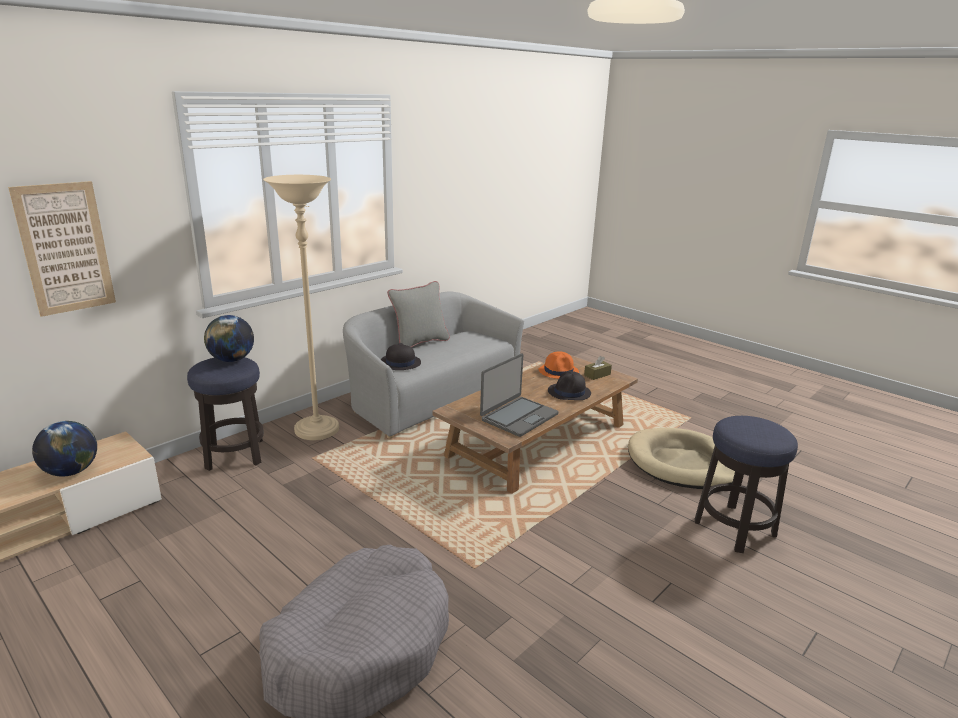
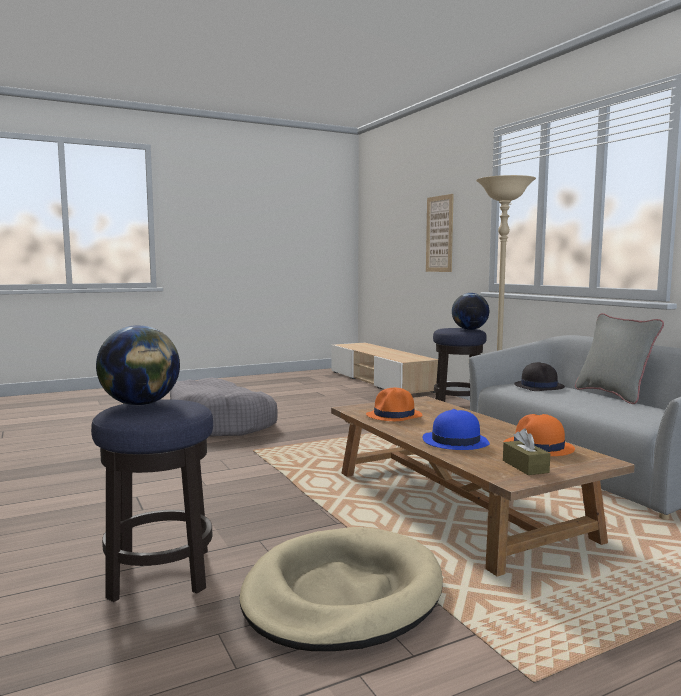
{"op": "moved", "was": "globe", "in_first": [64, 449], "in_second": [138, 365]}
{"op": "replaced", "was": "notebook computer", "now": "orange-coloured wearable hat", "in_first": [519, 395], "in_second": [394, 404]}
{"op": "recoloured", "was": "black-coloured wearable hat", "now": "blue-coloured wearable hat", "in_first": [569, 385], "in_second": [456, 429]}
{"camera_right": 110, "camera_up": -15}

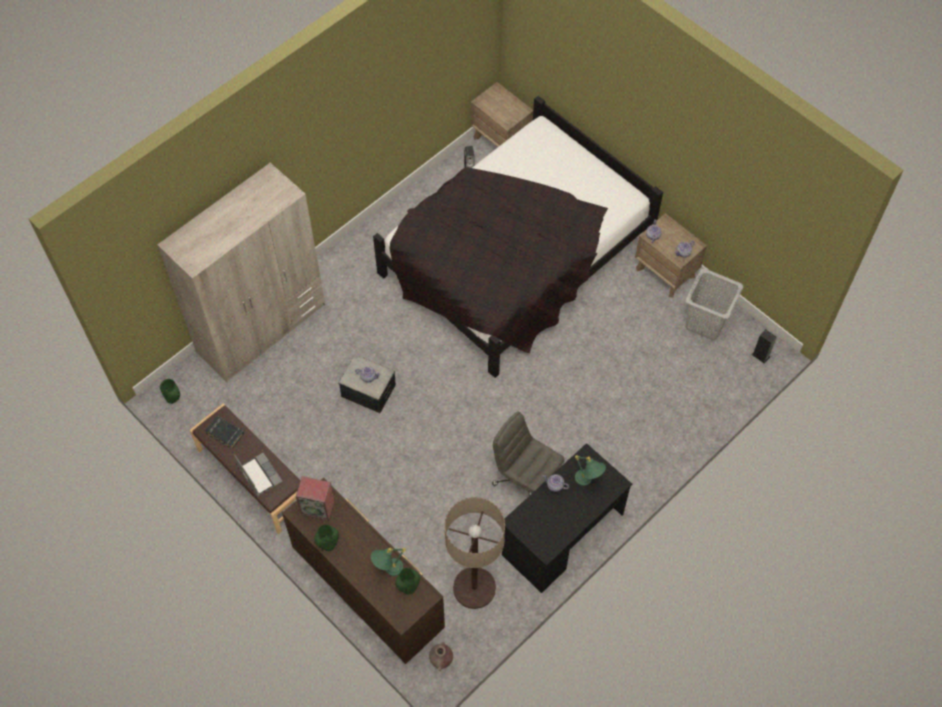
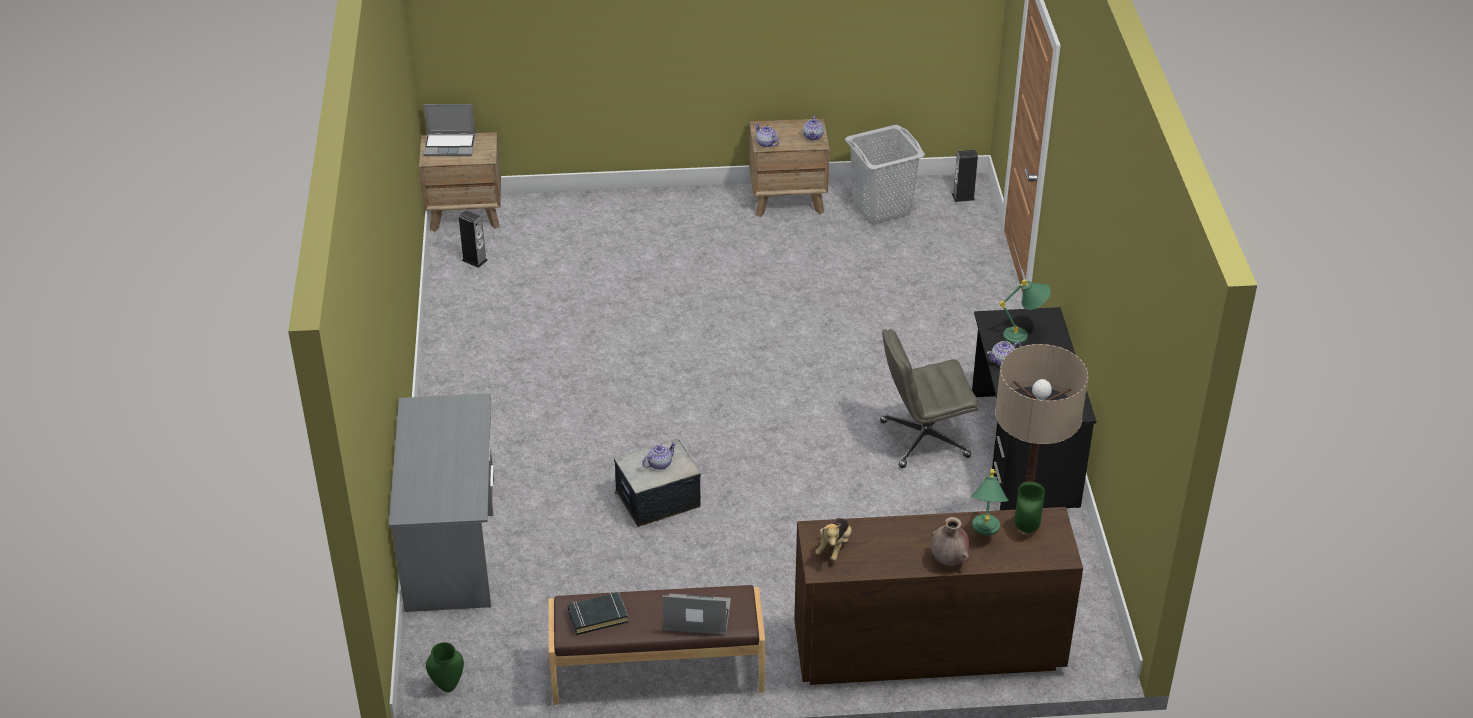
{"op": "replaced", "was": "beige clothes cupboard", "now": "greyish desk unit", "in_first": [241, 273], "in_second": [441, 502]}
{"op": "replaced", "was": "audio speaker", "now": "soft toy", "in_first": [315, 498], "in_second": [833, 539]}
{"op": "removed", "was": "greenish flower vase", "in_first": [326, 537]}
{"op": "removed", "was": "black-coloured sleeping bed", "in_first": [518, 237]}
{"op": "moved", "was": "brownish flower vase", "in_first": [441, 656], "in_second": [950, 541]}
{"op": "added", "now": "notebook computer", "in_second": [449, 130]}
{"camera_right": -50, "camera_up": -20}

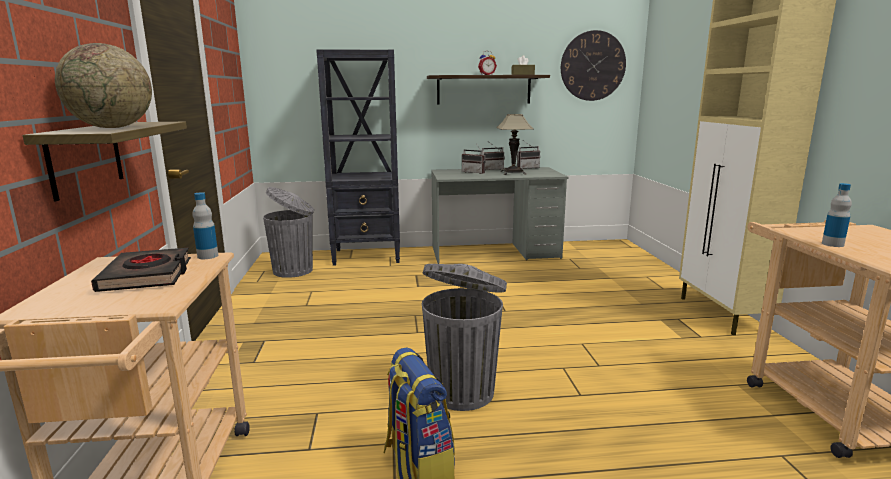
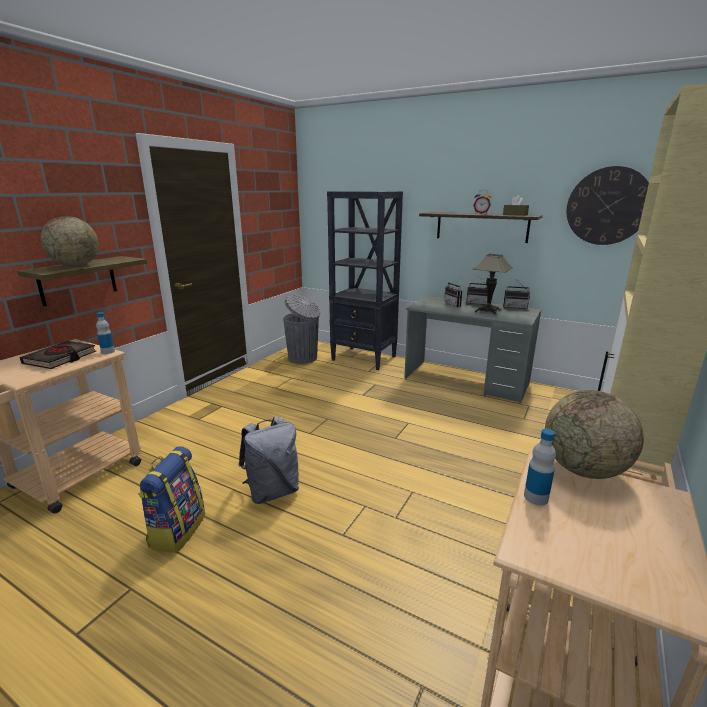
{"op": "replaced", "was": "greyish waste bin", "now": "greyish backpack", "in_first": [464, 337], "in_second": [269, 460]}
{"op": "added", "now": "globe", "in_second": [594, 434]}
{"camera_right": 35, "camera_up": 5}

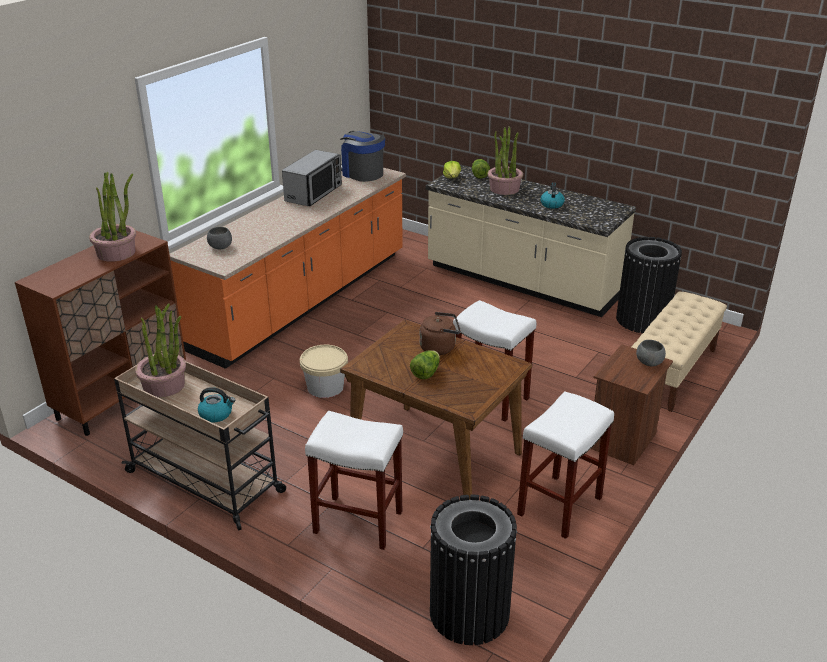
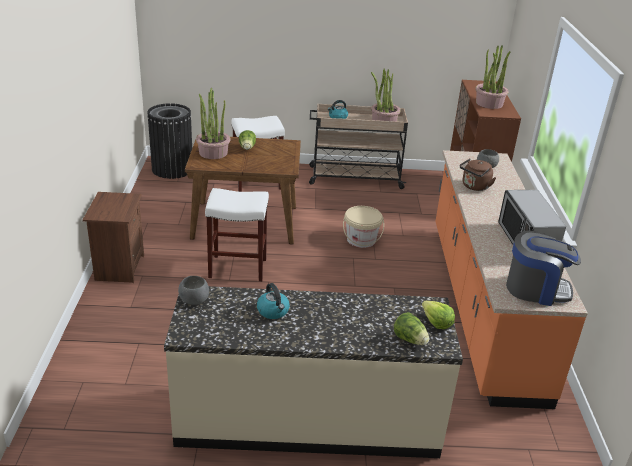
{"op": "moved", "was": "brownish tea kettle", "in_first": [440, 333], "in_second": [478, 174]}
{"op": "moved", "was": "plant in a pot", "in_first": [505, 160], "in_second": [213, 123]}
{"op": "removed", "was": "white-coloured stool seat", "in_first": [565, 465]}
{"op": "removed", "was": "black-coloured waste bin", "in_first": [649, 285]}
{"op": "removed", "was": "beige bench", "in_first": [679, 352]}
{"op": "moved", "was": "greyish serving bowl", "in_first": [651, 353], "in_second": [193, 290]}
{"camera_right": 145, "camera_up": 0}

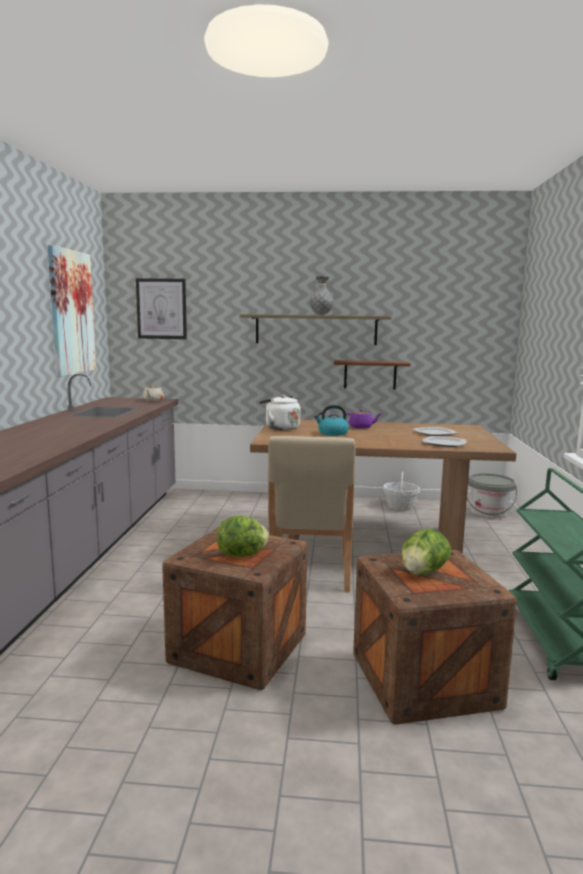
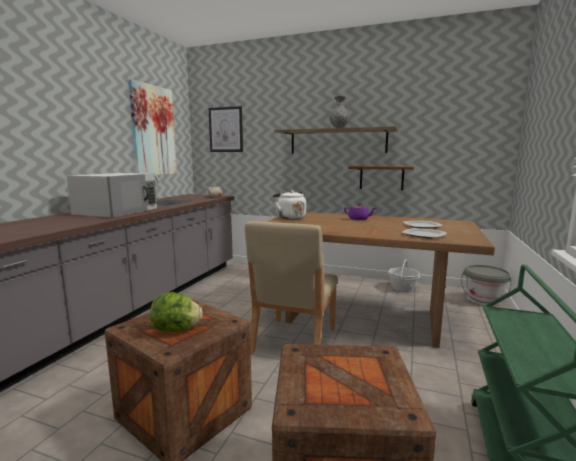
{"op": "removed", "was": "tea kettle", "in_first": [331, 420]}
{"op": "removed", "was": "lettuce", "in_first": [426, 552]}
{"op": "added", "now": "white-coloured microwave oven", "in_second": [112, 195]}
{"camera_right": 15, "camera_up": 0}

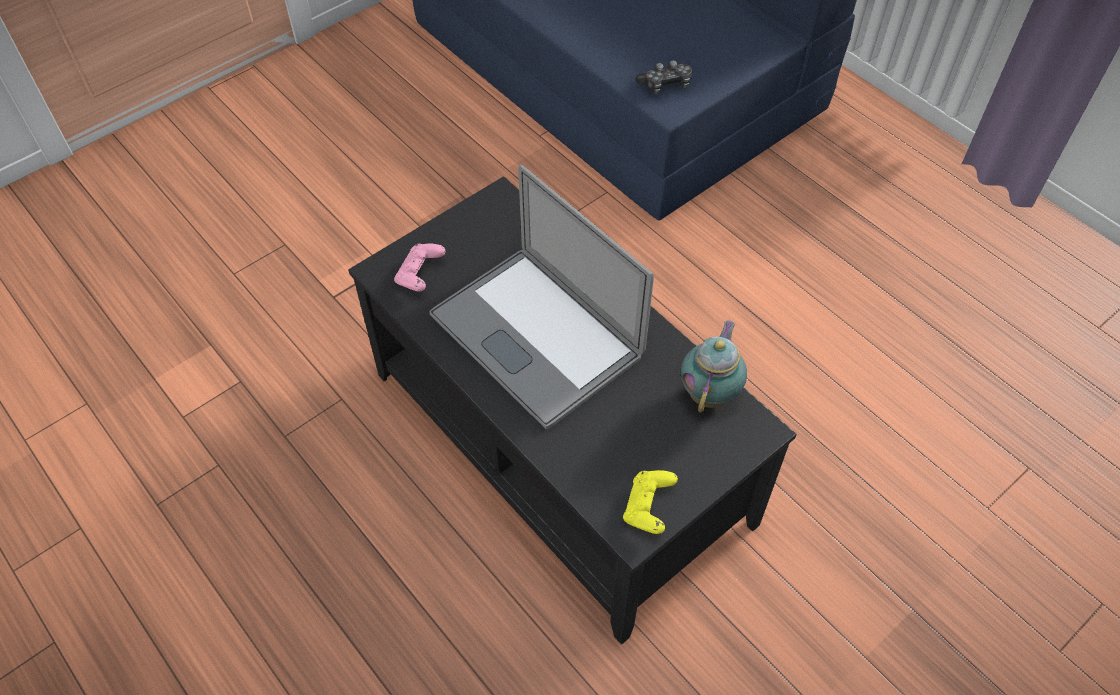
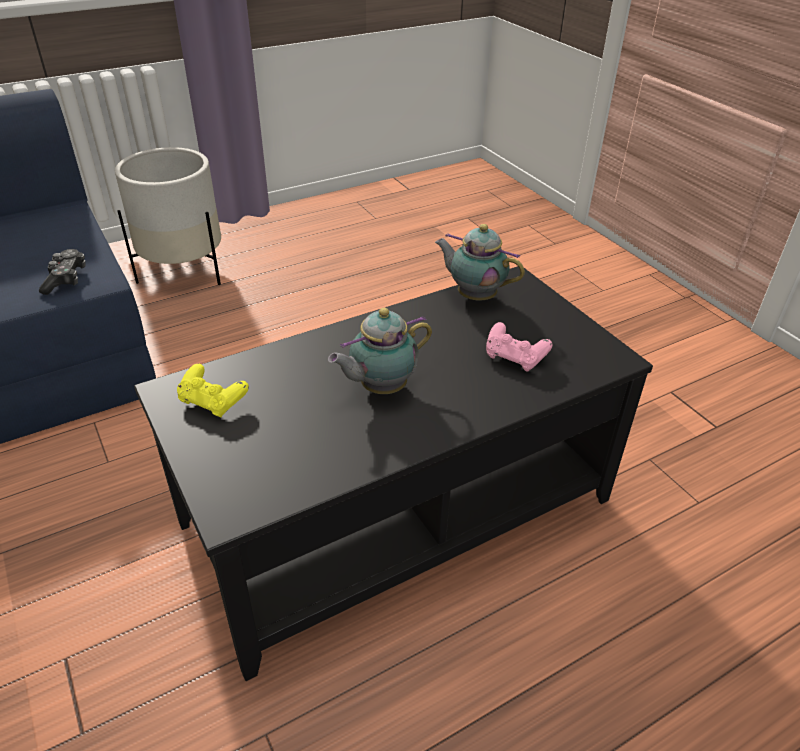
{"op": "moved", "was": "pink joypad", "in_first": [419, 268], "in_second": [519, 347]}
{"op": "replaced", "was": "notebook computer", "now": "tea pot", "in_first": [541, 296], "in_second": [380, 351]}
{"op": "moved", "was": "yellowish joypad", "in_first": [650, 502], "in_second": [213, 390]}
{"op": "added", "now": "white-coloured plant pot", "in_second": [168, 216]}
{"camera_right": -80, "camera_up": -15}

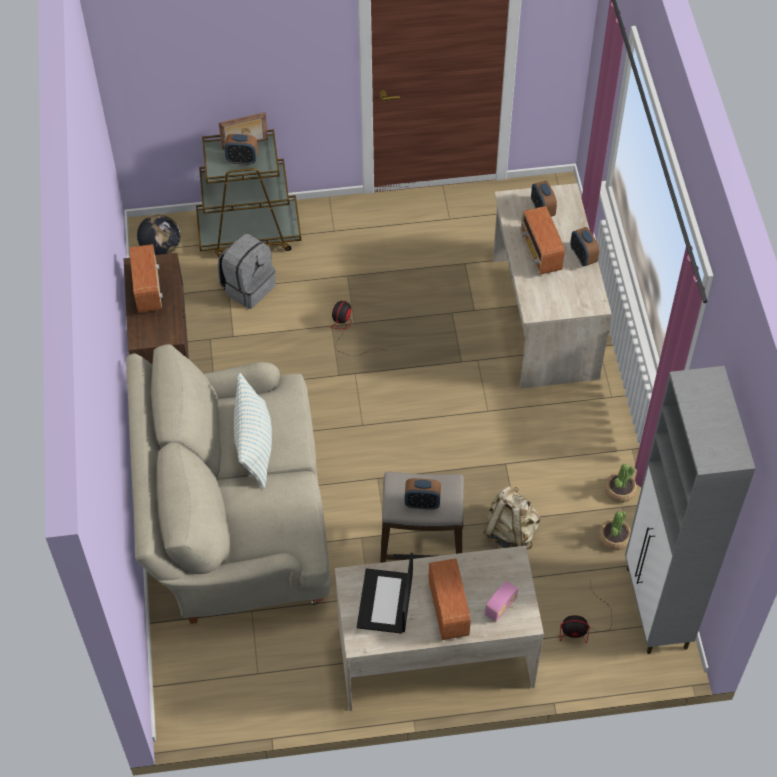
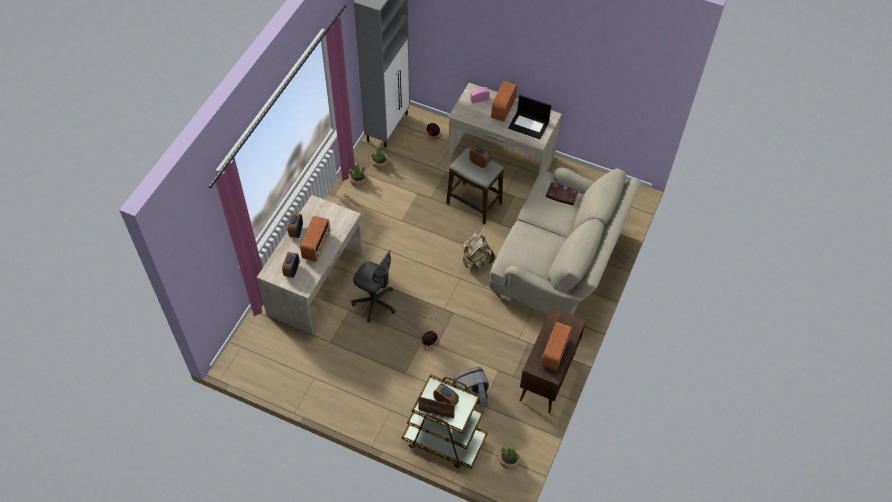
{"op": "replaced", "was": "globe", "now": "plant in a pot", "in_first": [158, 234], "in_second": [509, 457]}
{"op": "removed", "was": "throw pillow", "in_first": [253, 430]}
{"op": "turned", "was": "notebook computer", "in_first": [385, 593], "in_second": [529, 117], "clockwise": 75}
{"op": "moved", "was": "beige backpack", "in_first": [512, 518], "in_second": [479, 251]}
{"op": "added", "now": "greyish desk chair", "in_second": [373, 286]}
{"op": "added", "now": "bound book", "in_second": [562, 194]}
{"camera_right": -150, "camera_up": 0}

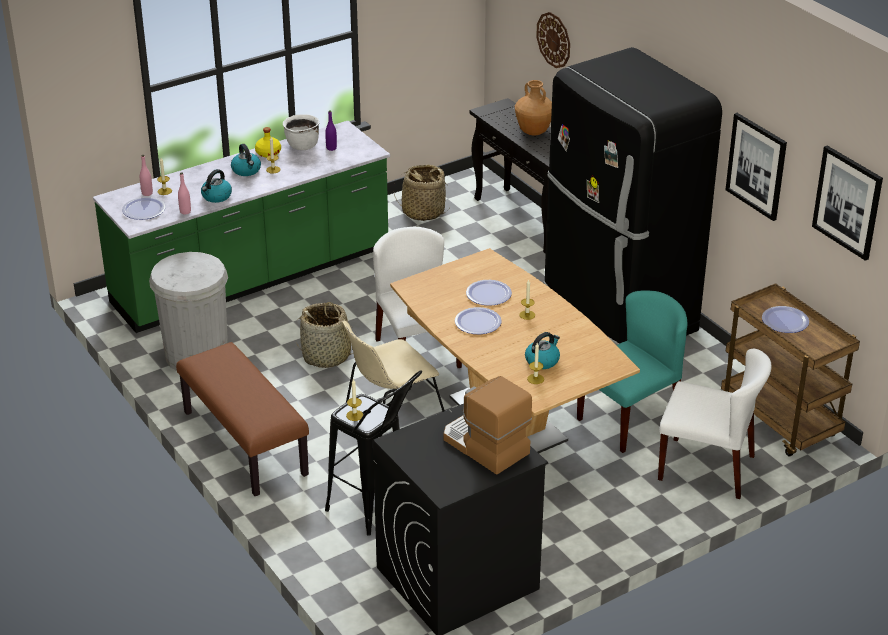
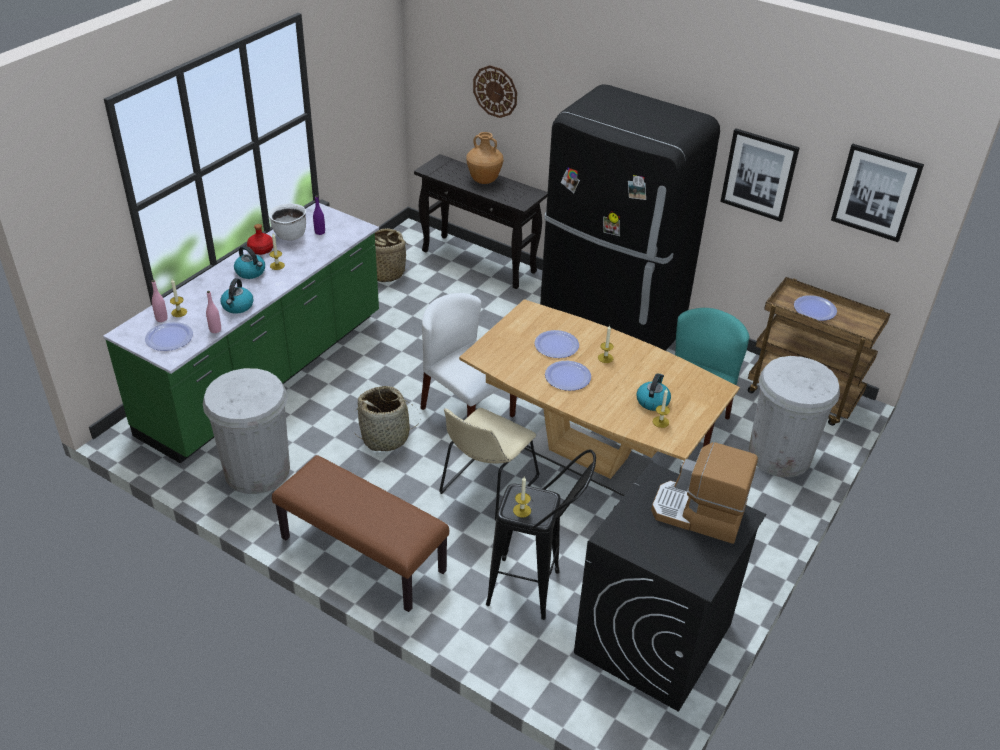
{"op": "recoloured", "was": "yellowish bottle", "now": "red-coloured bottle", "in_first": [268, 142], "in_second": [260, 239]}
{"op": "replaced", "was": "white-coloured plain chair", "now": "white-coloured waste bin", "in_first": [715, 424], "in_second": [794, 417]}
{"camera_right": -25, "camera_up": 5}

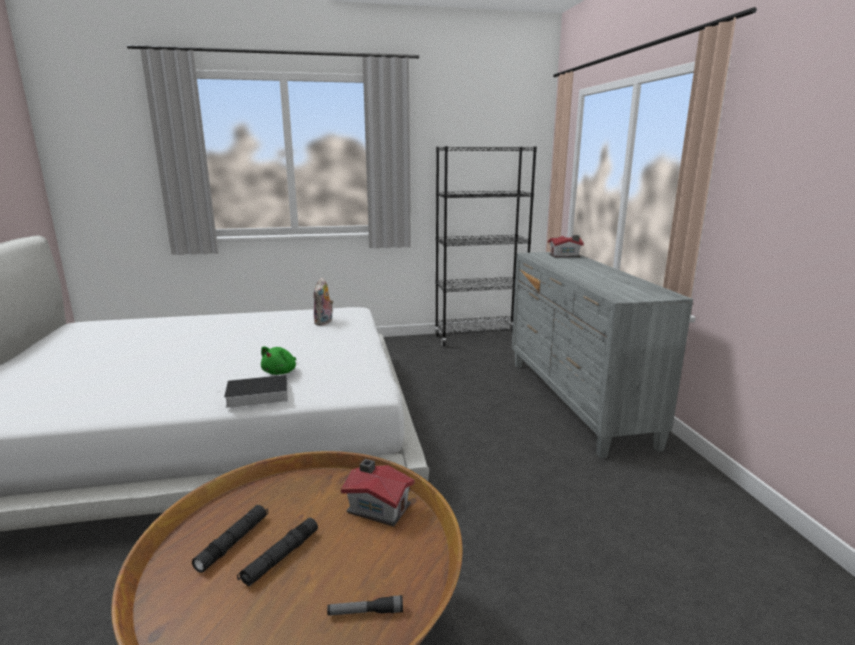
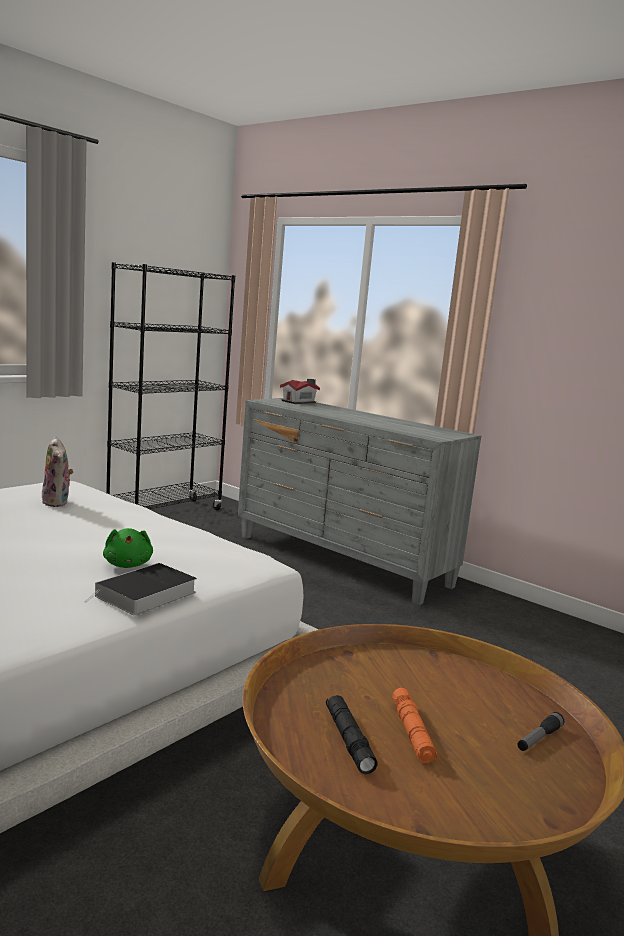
{"op": "recoloured", "was": "black-coloured flashlight", "now": "orange-coloured flashlight", "in_first": [277, 552], "in_second": [415, 725]}
{"op": "removed", "was": "toy house", "in_first": [378, 492]}
{"camera_right": -40, "camera_up": -5}

